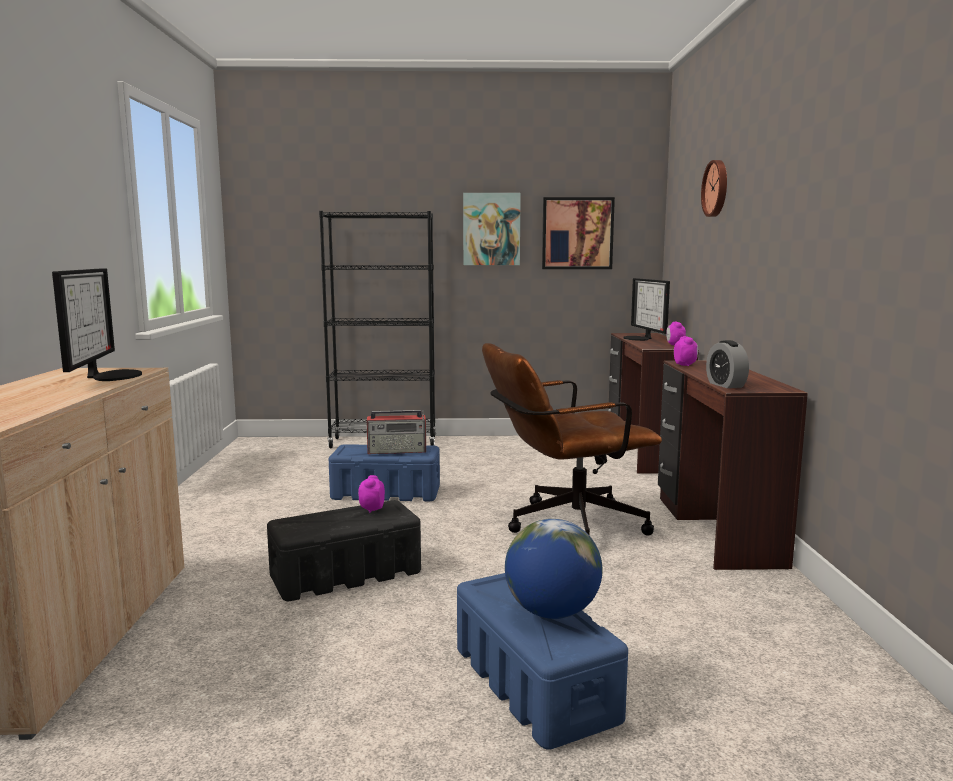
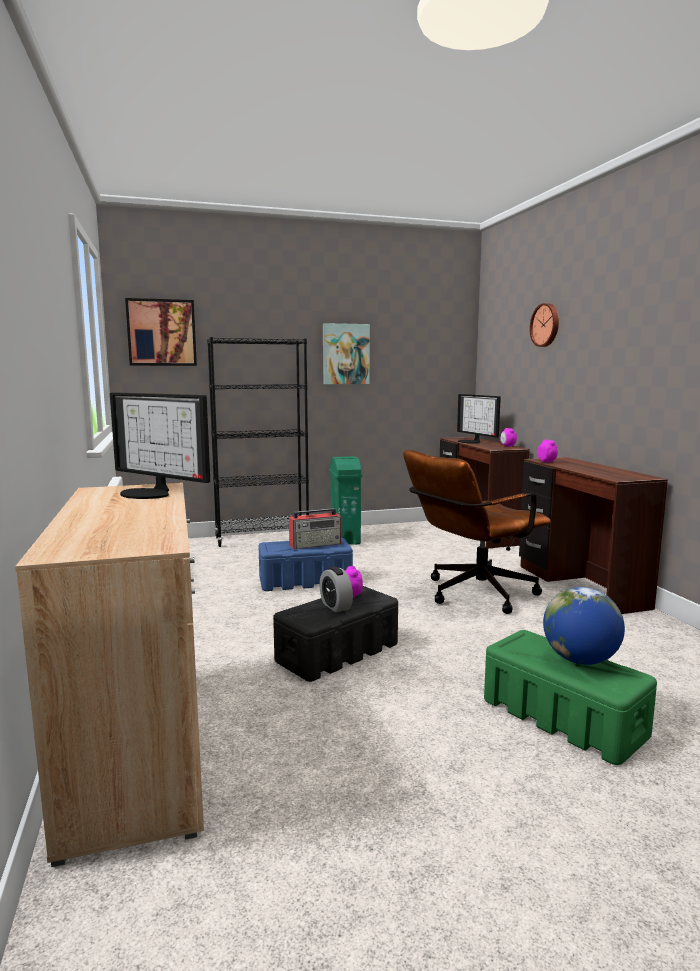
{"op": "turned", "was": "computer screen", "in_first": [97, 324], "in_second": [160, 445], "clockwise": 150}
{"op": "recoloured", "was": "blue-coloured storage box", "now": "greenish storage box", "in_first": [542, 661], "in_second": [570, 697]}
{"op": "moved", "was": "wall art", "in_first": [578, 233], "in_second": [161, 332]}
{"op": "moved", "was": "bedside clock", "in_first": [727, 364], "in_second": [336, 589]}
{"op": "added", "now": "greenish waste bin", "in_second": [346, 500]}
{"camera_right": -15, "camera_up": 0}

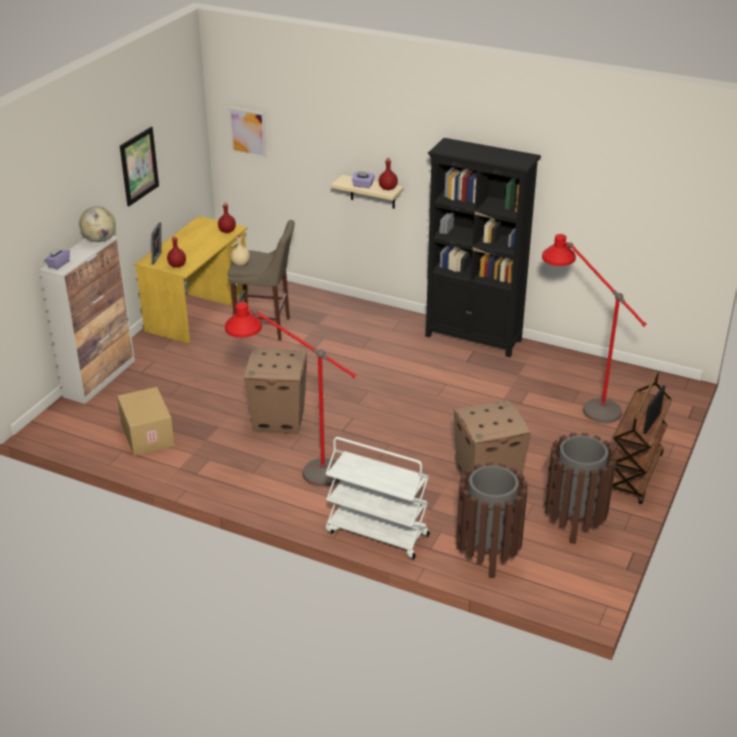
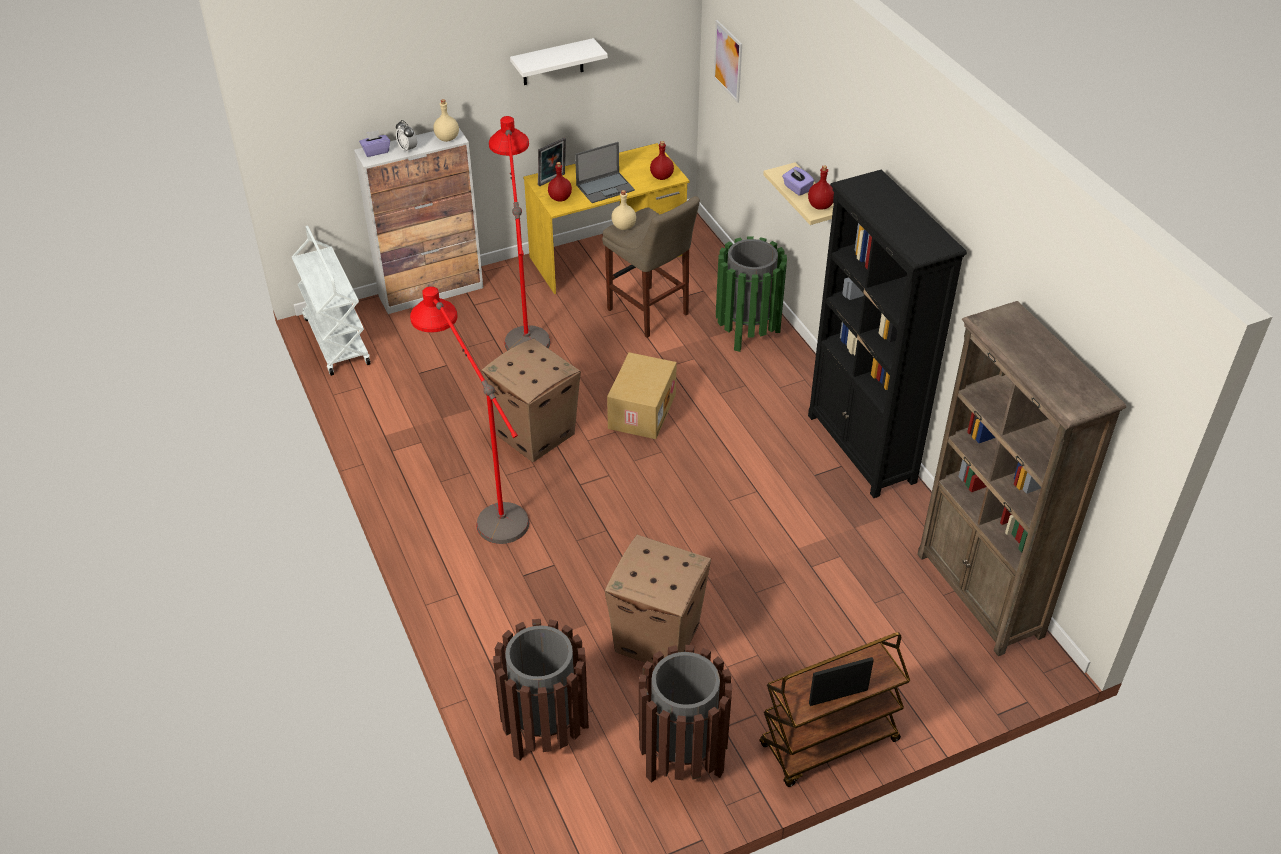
{"op": "replaced", "was": "globe", "now": "beige bottle", "in_first": [97, 224], "in_second": [446, 120]}
{"op": "moved", "was": "packing box", "in_first": [146, 421], "in_second": [642, 395]}
{"op": "replaced", "was": "wall art", "now": "white-coloured wall shelf", "in_first": [139, 167], "in_second": [559, 61]}
{"op": "moved", "was": "white-coloured trolley", "in_first": [378, 498], "in_second": [331, 300]}
{"op": "moved", "was": "red-coloured standing lamp", "in_first": [594, 328], "in_second": [520, 233]}
{"op": "added", "now": "bedside clock", "in_second": [406, 136]}
{"op": "added", "now": "notebook computer", "in_second": [605, 172]}
{"op": "added", "now": "greenish waste bin", "in_second": [751, 294]}
{"op": "added", "now": "brownish bookcase", "in_second": [1021, 478]}
{"camera_right": 40, "camera_up": 10}

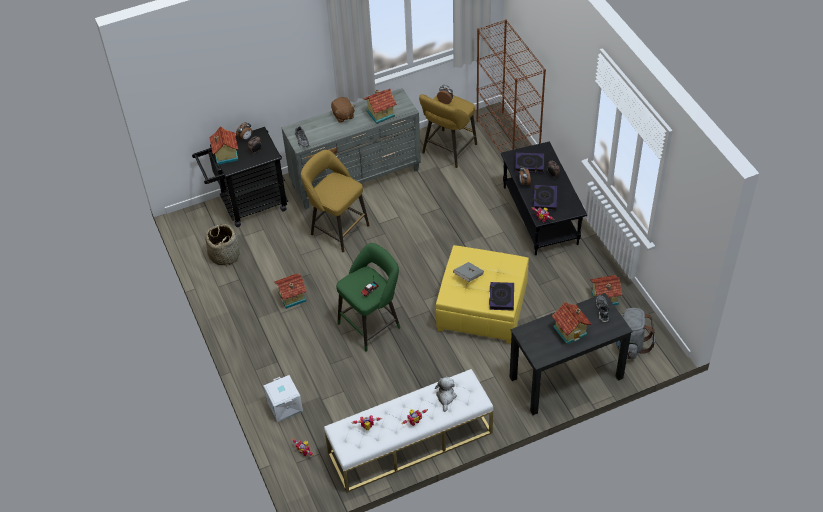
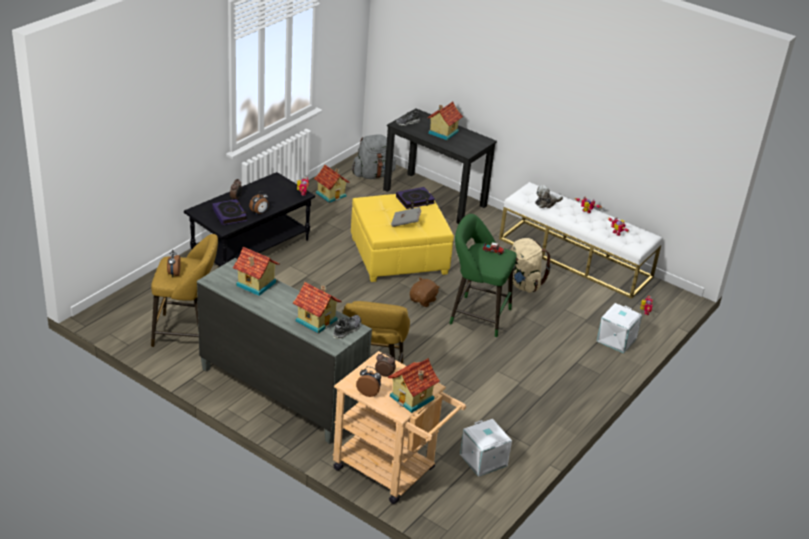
{"op": "recoloured", "was": "black-coloured trolley", "now": "beige trolley", "in_first": [240, 177], "in_second": [399, 427]}
{"op": "replaced", "was": "storage basket", "now": "white-coloured storage box", "in_first": [222, 245], "in_second": [486, 448]}
{"op": "moved", "was": "toy house", "in_first": [290, 291], "in_second": [317, 308]}
{"op": "moved", "was": "brownish soft toy", "in_first": [343, 110], "in_second": [425, 292]}
{"op": "removed", "was": "brownish bookcase", "in_first": [511, 85]}
{"op": "removed", "was": "bound book", "in_first": [545, 198]}
{"op": "added", "now": "beige backpack", "in_second": [530, 265]}
{"camera_right": -125, "camera_up": -15}

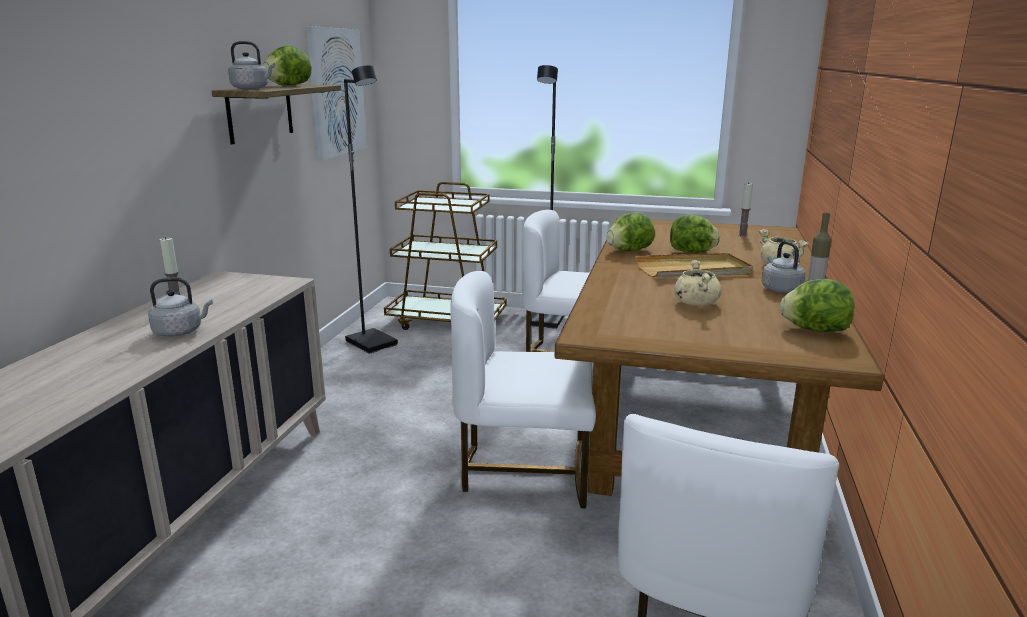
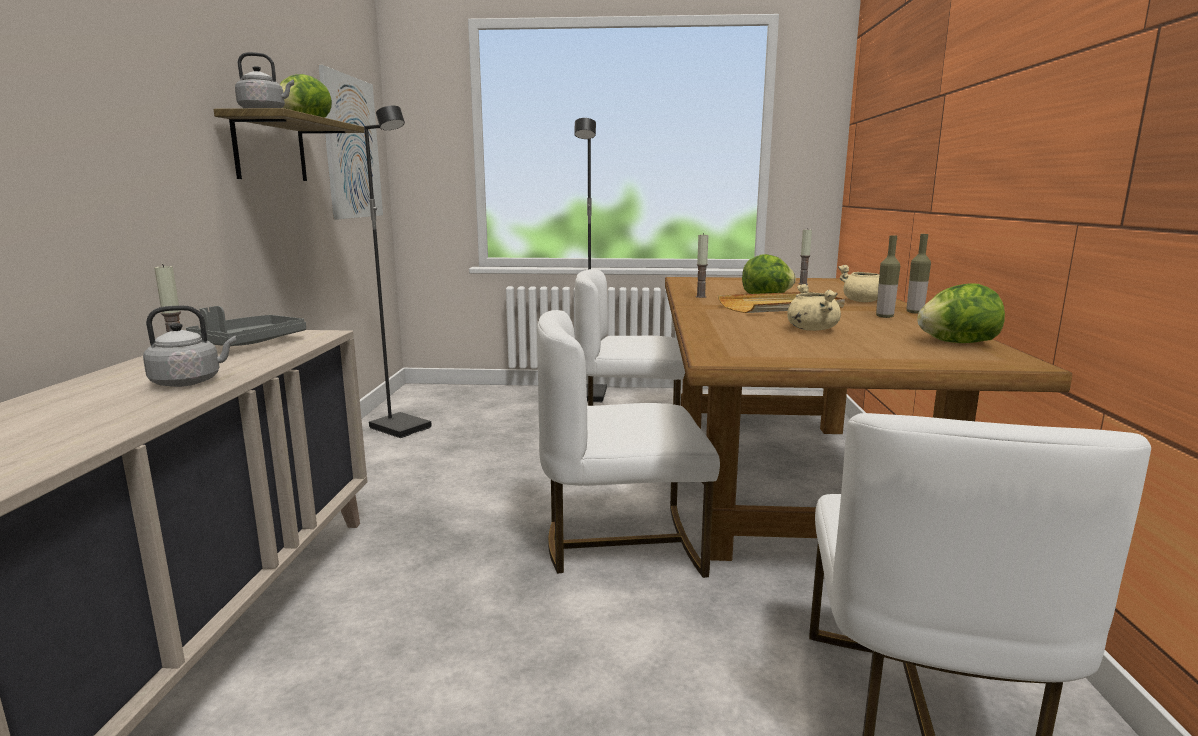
{"op": "removed", "was": "brownish trolley", "in_first": [445, 256]}
{"op": "replaced", "was": "lettuce", "now": "wax candle", "in_first": [631, 231], "in_second": [702, 265]}
{"op": "replaced", "was": "greyish tea kettle", "now": "bottle", "in_first": [783, 267], "in_second": [888, 276]}
{"op": "added", "now": "greyish serving tray", "in_second": [246, 326]}
{"camera_right": -10, "camera_up": -5}

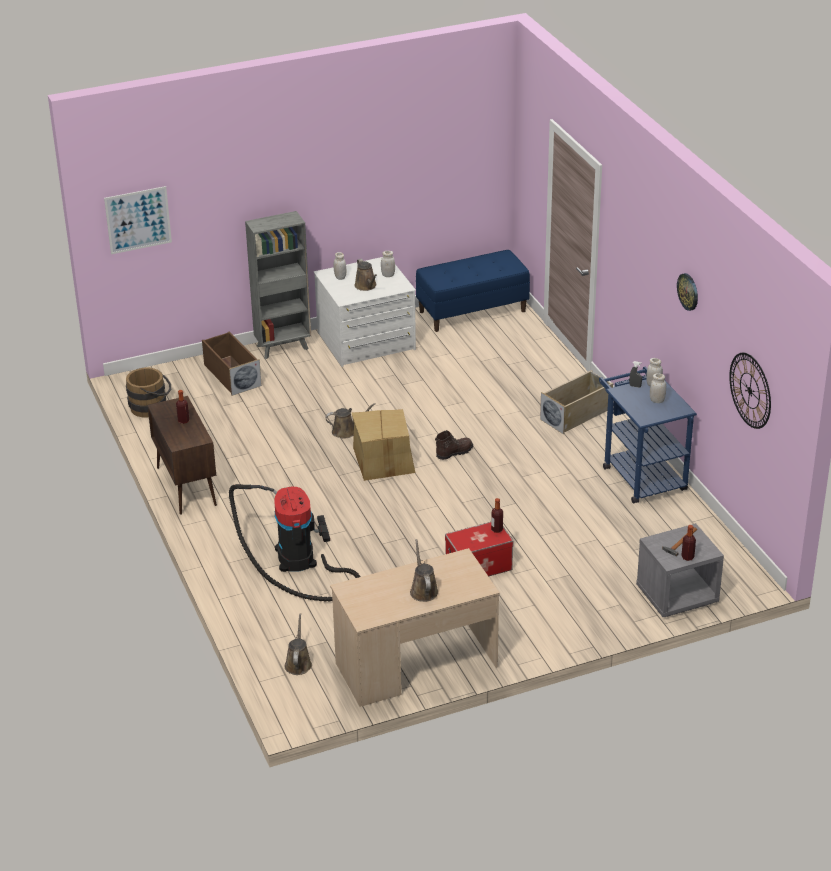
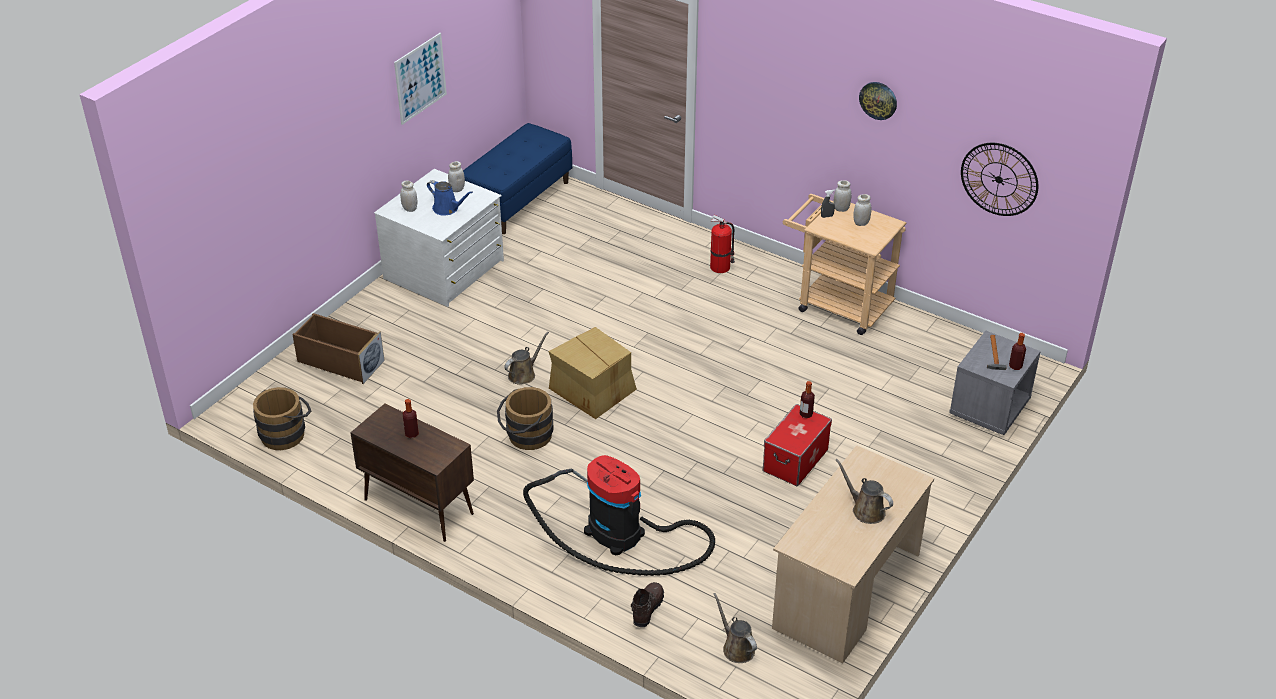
{"op": "moved", "was": "wall art", "in_first": [138, 220], "in_second": [420, 79]}
{"op": "removed", "was": "greyish bookcase", "in_first": [278, 285]}
{"op": "recoloured", "was": "brownish watering can", "now": "blue-coloured watering can", "in_first": [366, 275], "in_second": [450, 198]}
{"op": "moved", "was": "brownish tall boot", "in_first": [454, 445], "in_second": [647, 604]}
{"op": "replaced", "was": "beige storage box", "now": "fire-fighting cylinder", "in_first": [576, 402], "in_second": [722, 244]}
{"op": "recoloured", "was": "blue-coloured trolley", "now": "beige trolley", "in_first": [648, 435], "in_second": [844, 264]}
{"op": "added", "now": "brownish bucket", "in_second": [525, 418]}
{"camera_right": -35, "camera_up": 5}

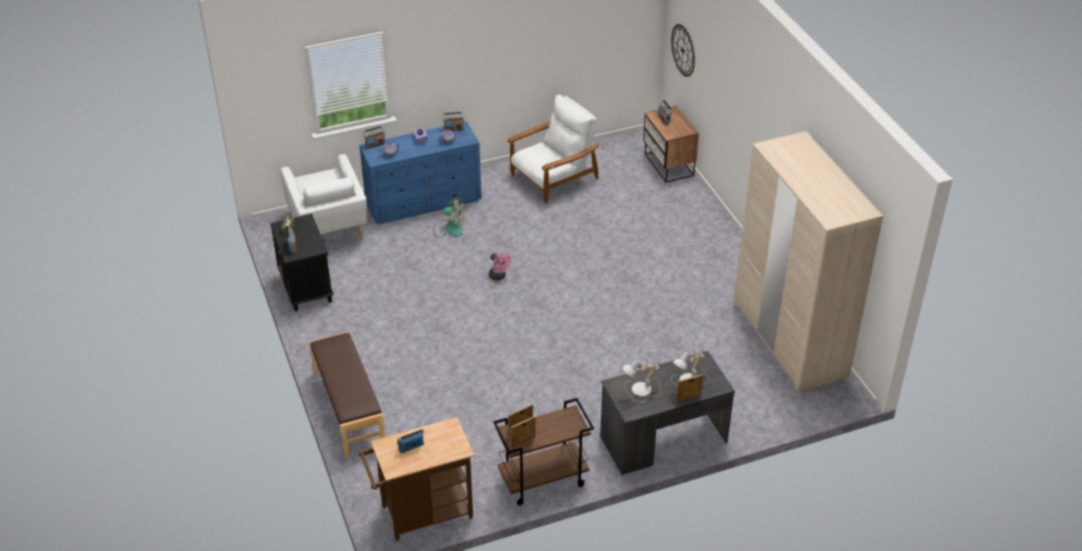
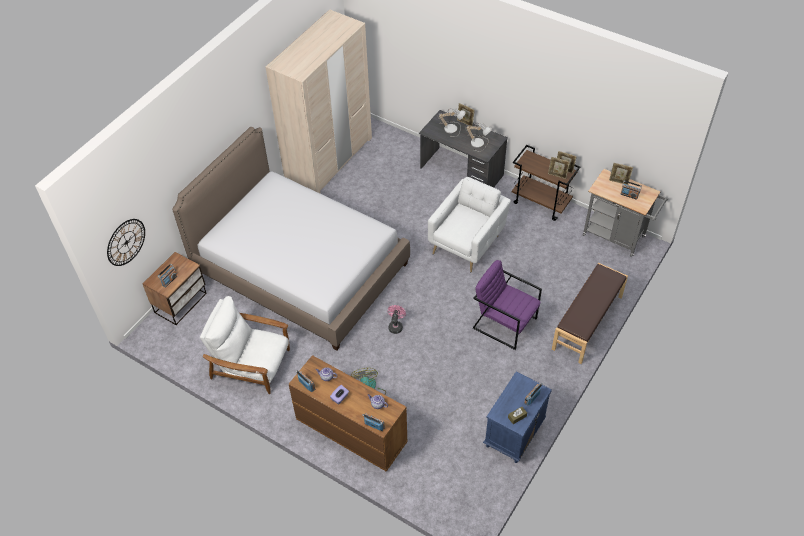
{"op": "recoloured", "was": "black-coloured night table", "now": "blue-coloured night table", "in_first": [302, 262], "in_second": [517, 417]}
{"op": "moved", "was": "white-coloured armchair", "in_first": [323, 197], "in_second": [469, 224]}
{"op": "recoloured", "was": "blue-coloured chest of drawers", "now": "brownish chest of drawers", "in_first": [420, 172], "in_second": [348, 413]}
{"op": "recoloured", "was": "brownish trolley", "now": "greyish trolley", "in_first": [417, 479], "in_second": [625, 213]}
{"op": "added", "now": "sleeping bed", "in_second": [291, 239]}
{"op": "added", "now": "purplish armchair", "in_second": [507, 305]}
{"op": "added", "now": "standing frame", "in_second": [621, 174]}
{"camera_right": -125, "camera_up": 10}

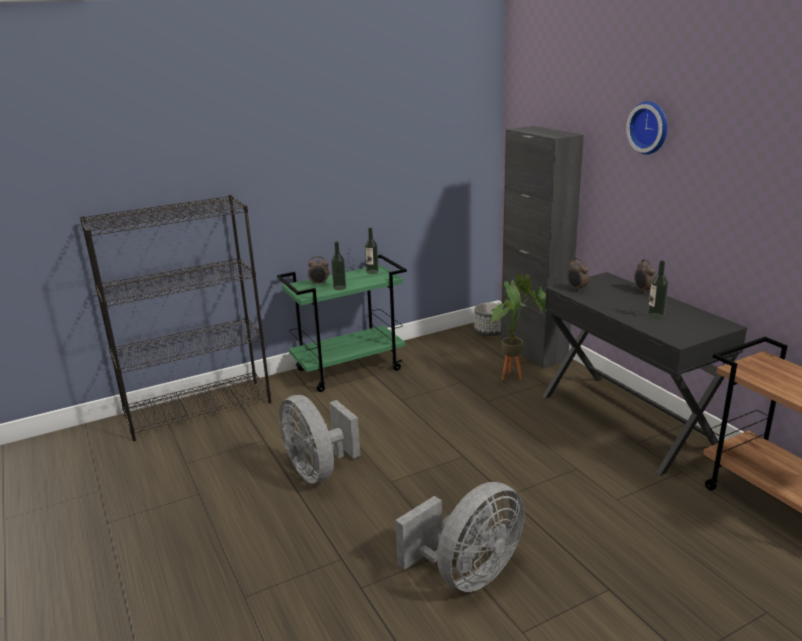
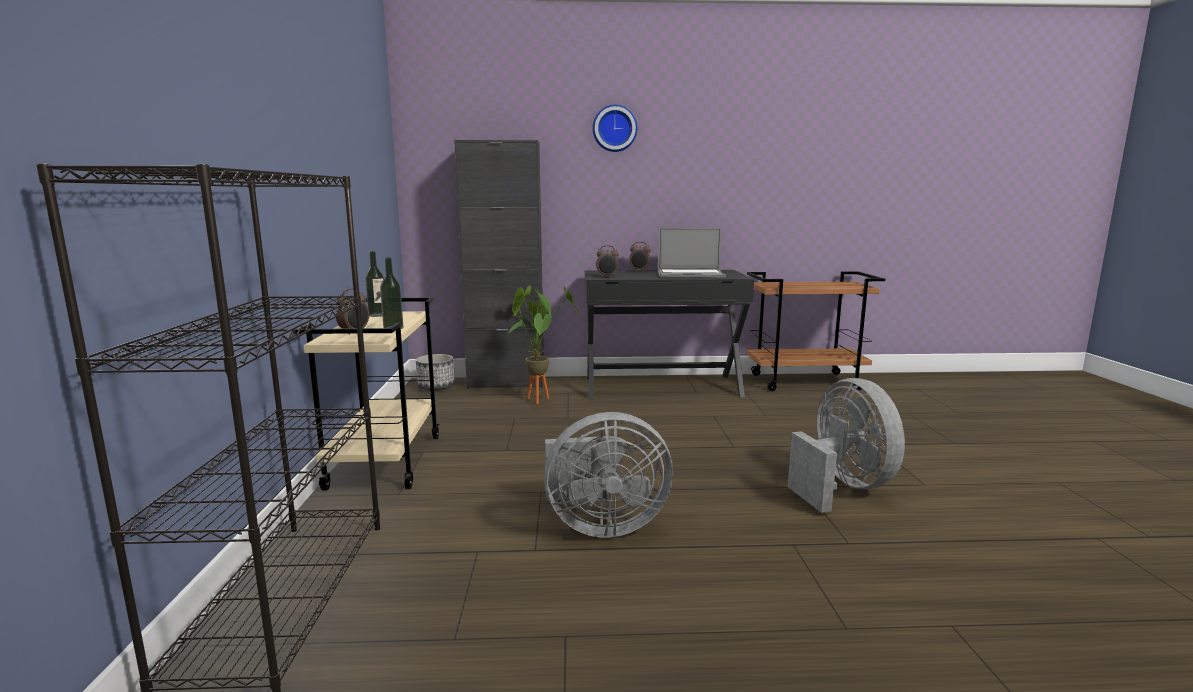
{"op": "recoloured", "was": "greenish trolley", "now": "beige trolley", "in_first": [342, 323], "in_second": [366, 394]}
{"op": "replaced", "was": "bottle", "now": "notebook computer", "in_first": [658, 289], "in_second": [692, 252]}
{"camera_right": -65, "camera_up": -10}

